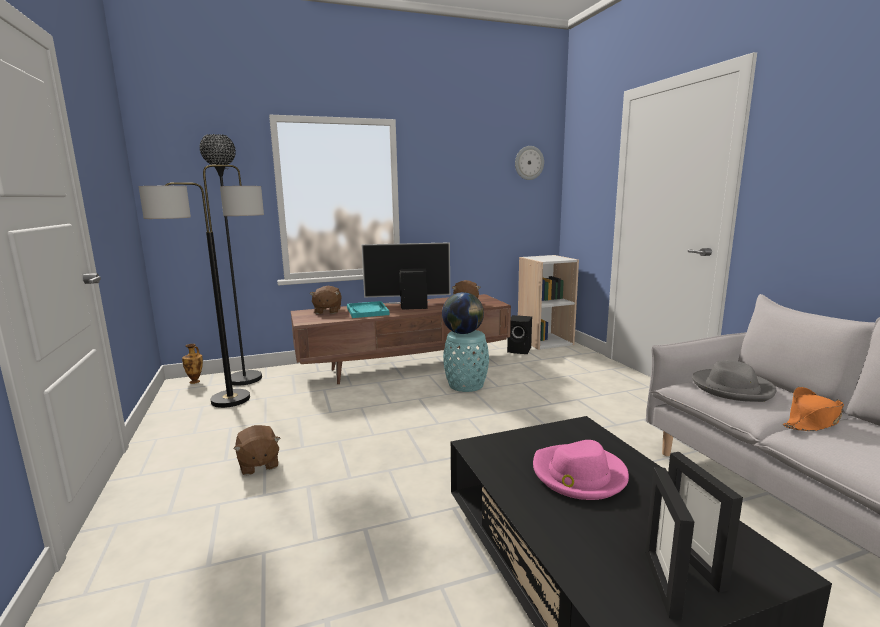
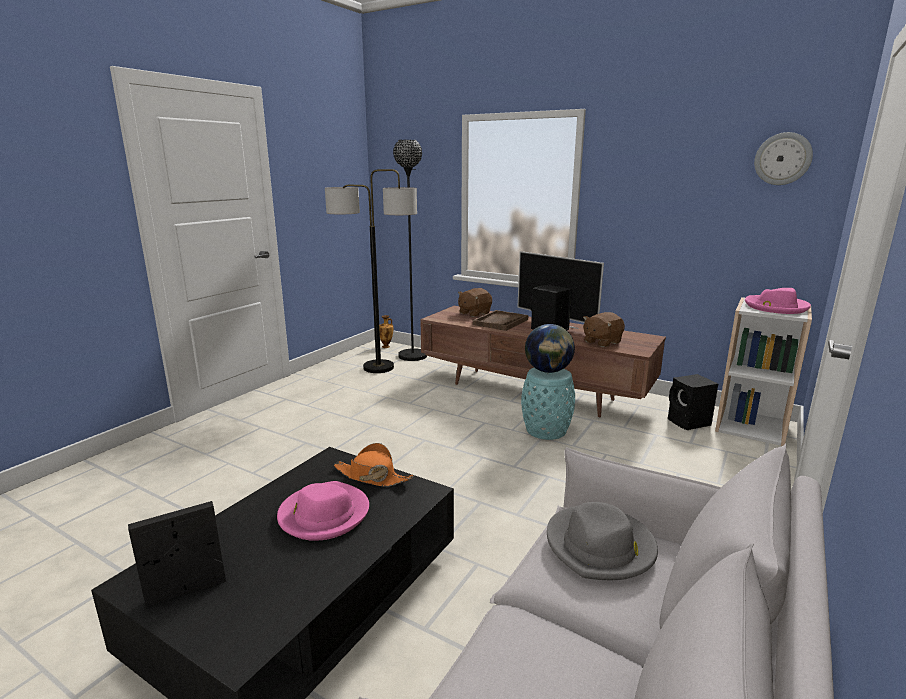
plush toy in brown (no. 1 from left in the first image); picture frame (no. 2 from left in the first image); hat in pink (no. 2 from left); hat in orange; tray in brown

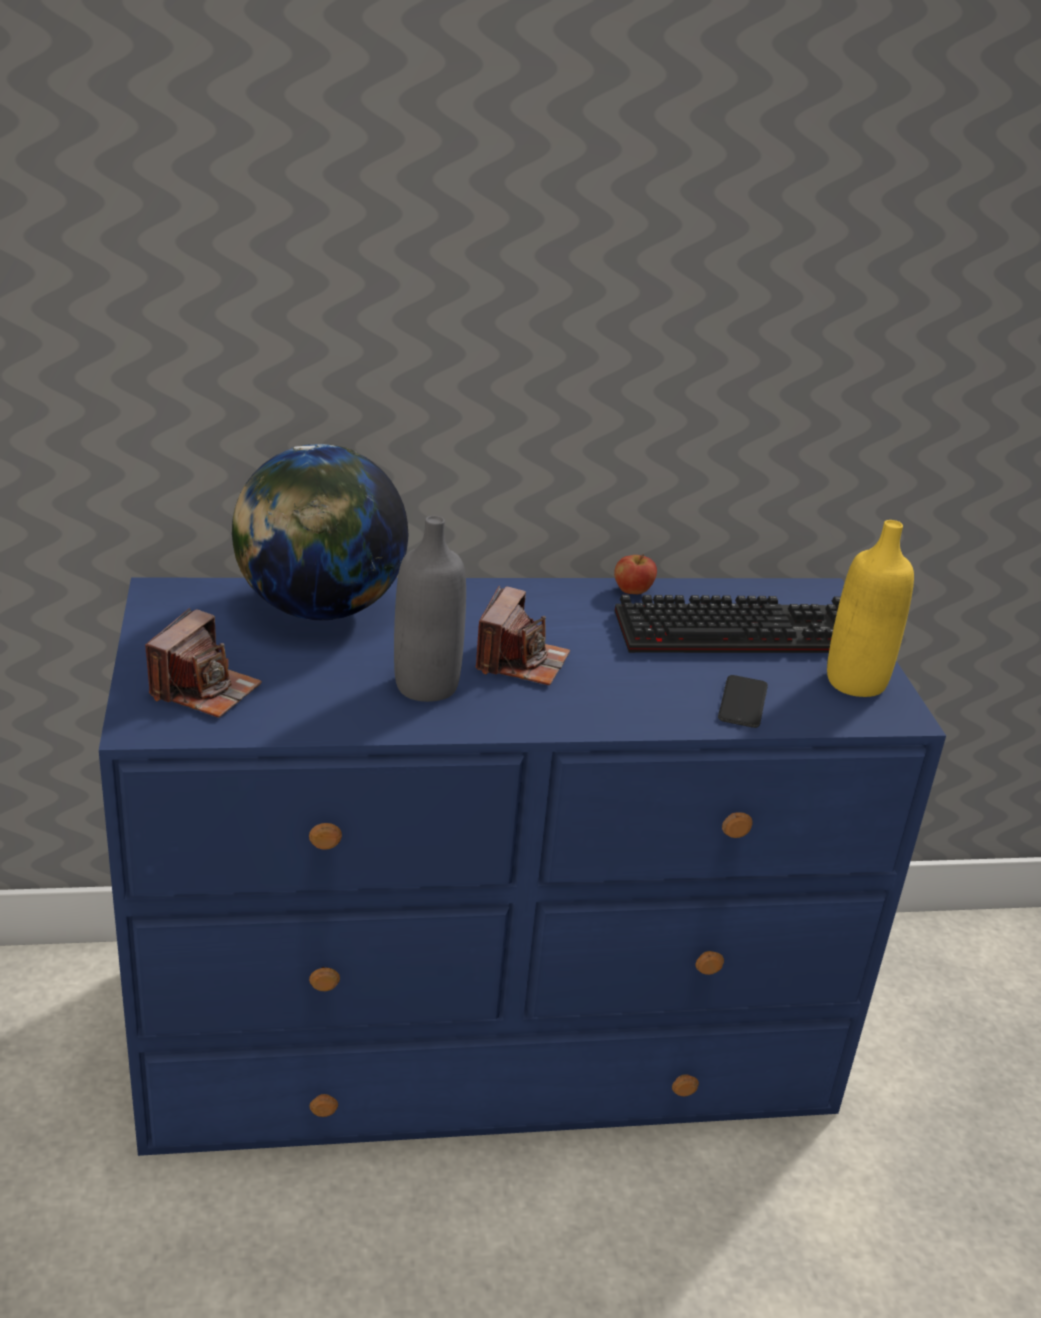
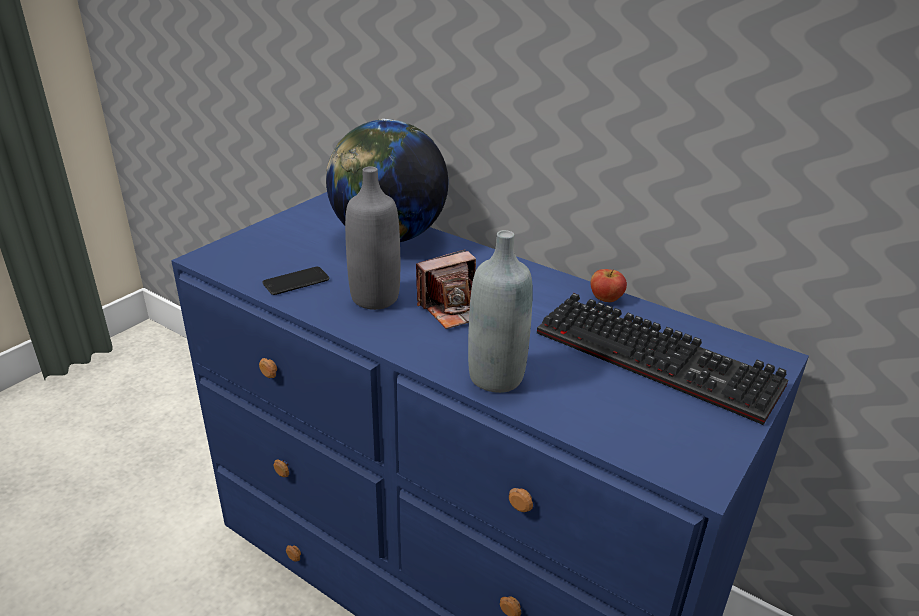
photo camera (no. 1 from left in the first image); bottle in yellow; bottle in grey (no. 2 from left); phone

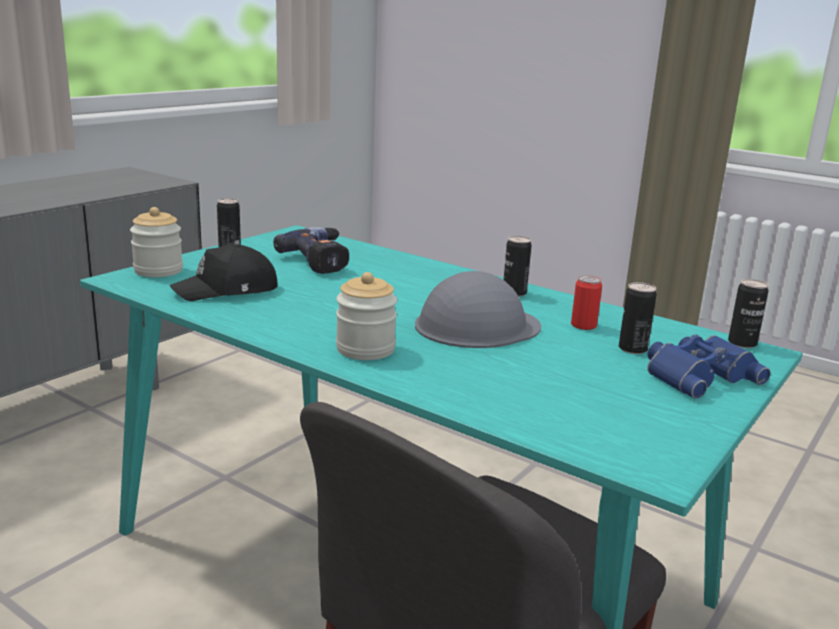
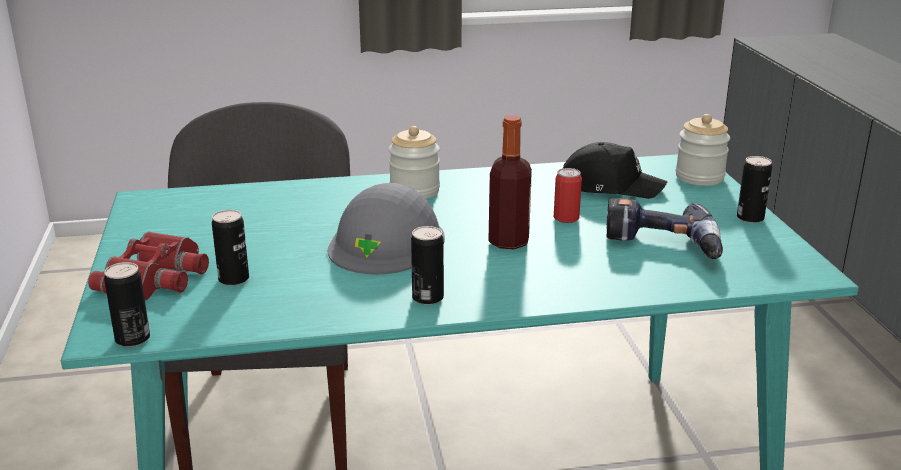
bottle; can (no. 4 from left); binoculars in red; cap in black

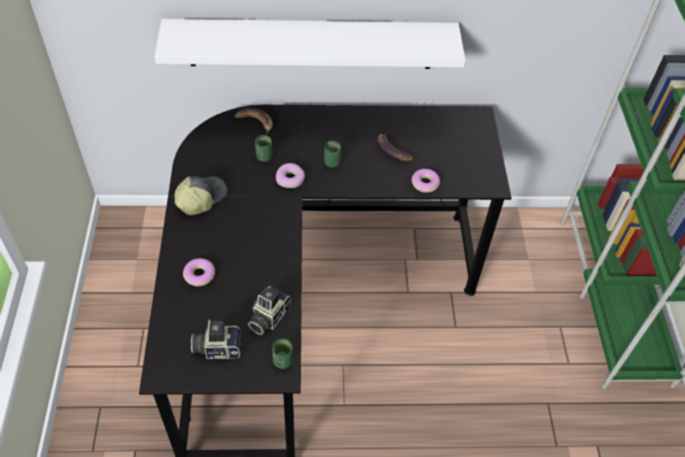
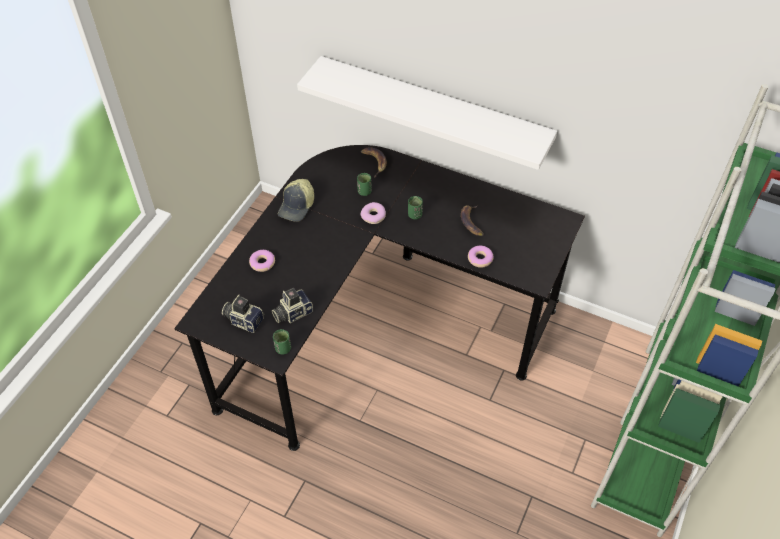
cap

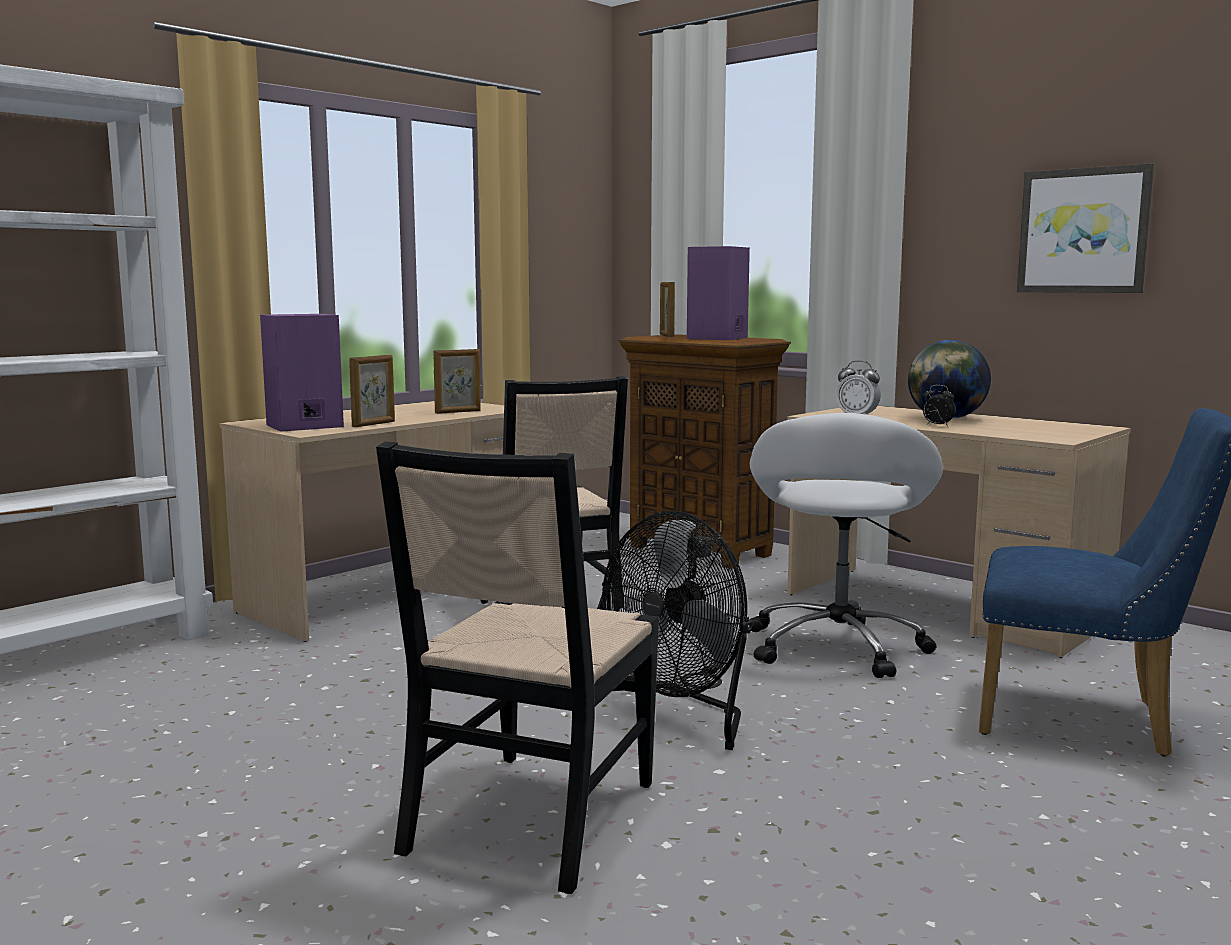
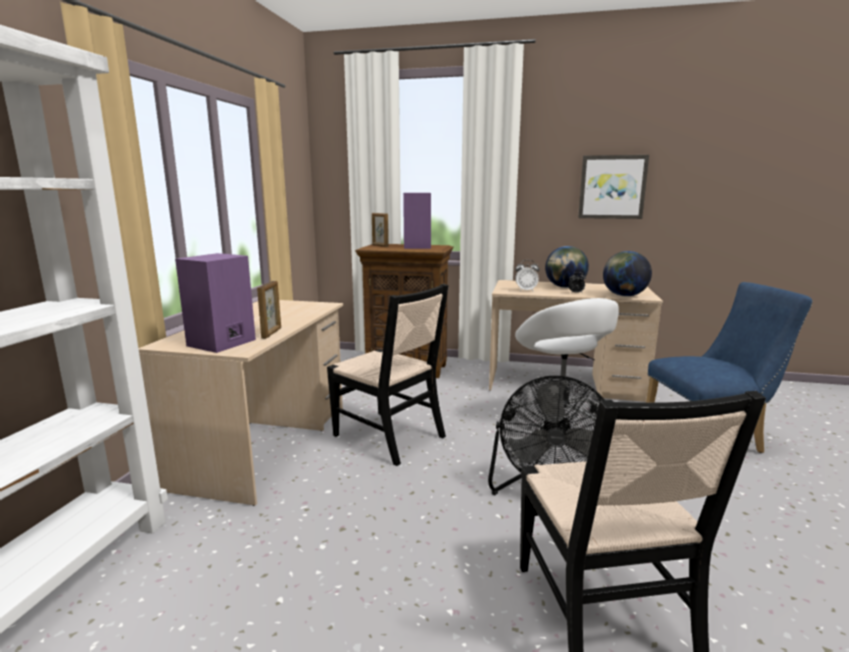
picture frame (no. 2 from left in the first image); globe (no. 2 from left)

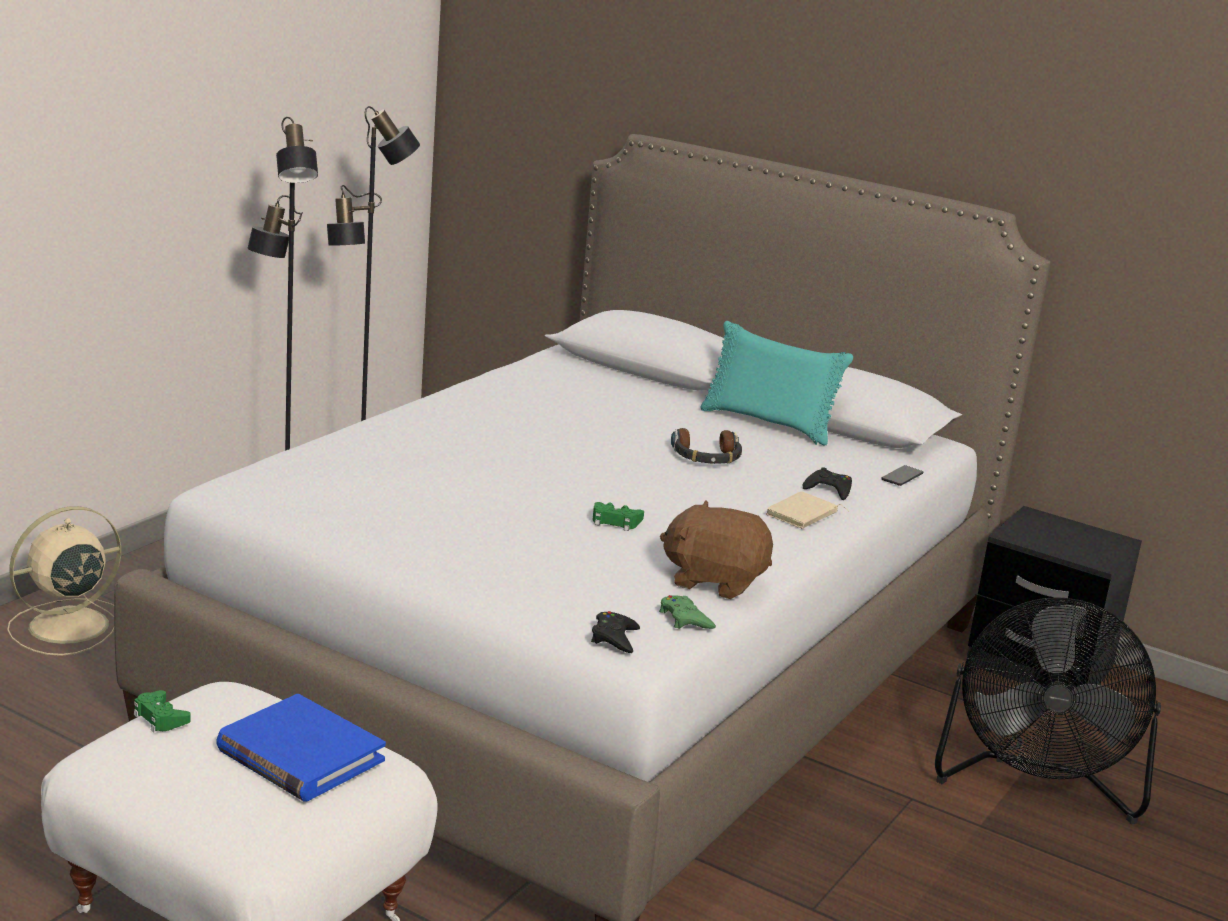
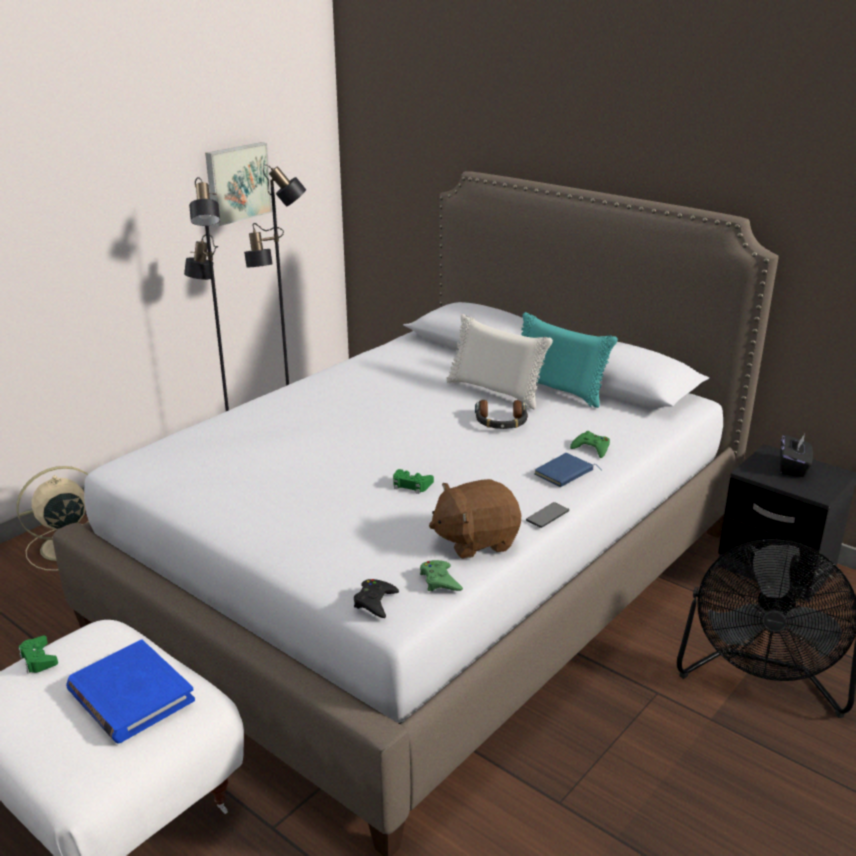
picture; pillow in white; tissue box in black; phone; book in blue (no. 2 from left); game controller in green (no. 4 from left); plush toy in brown

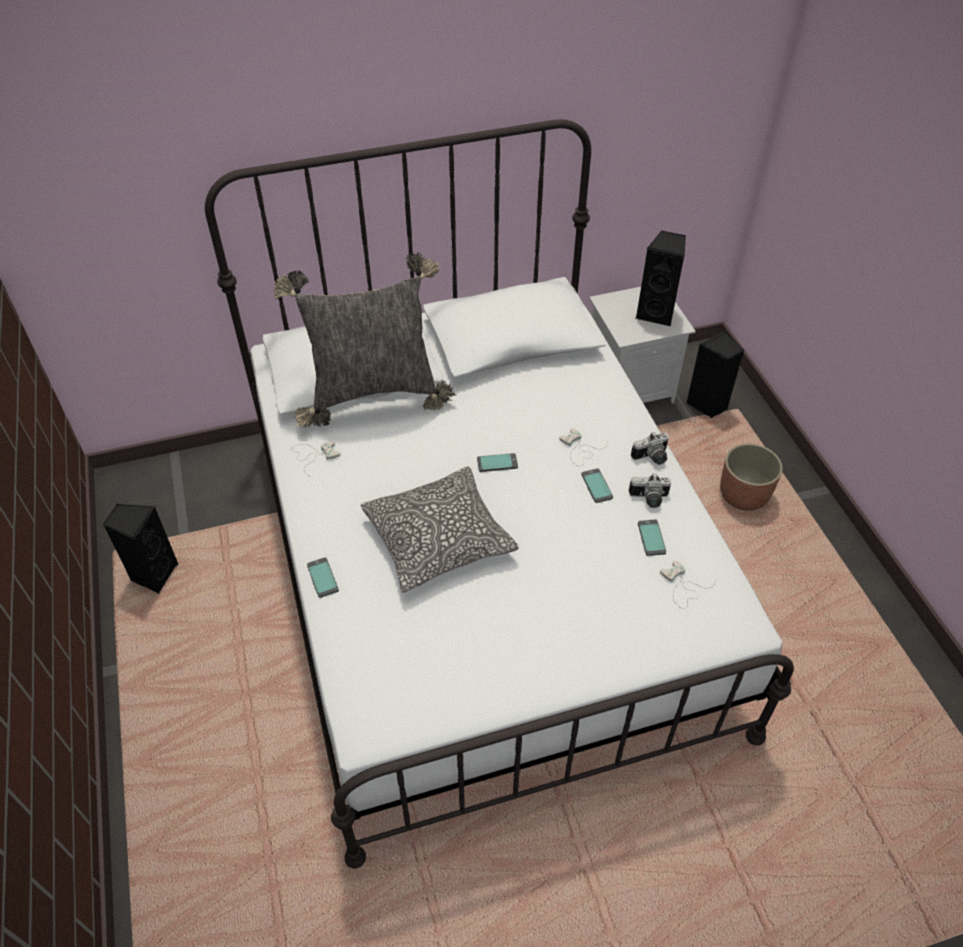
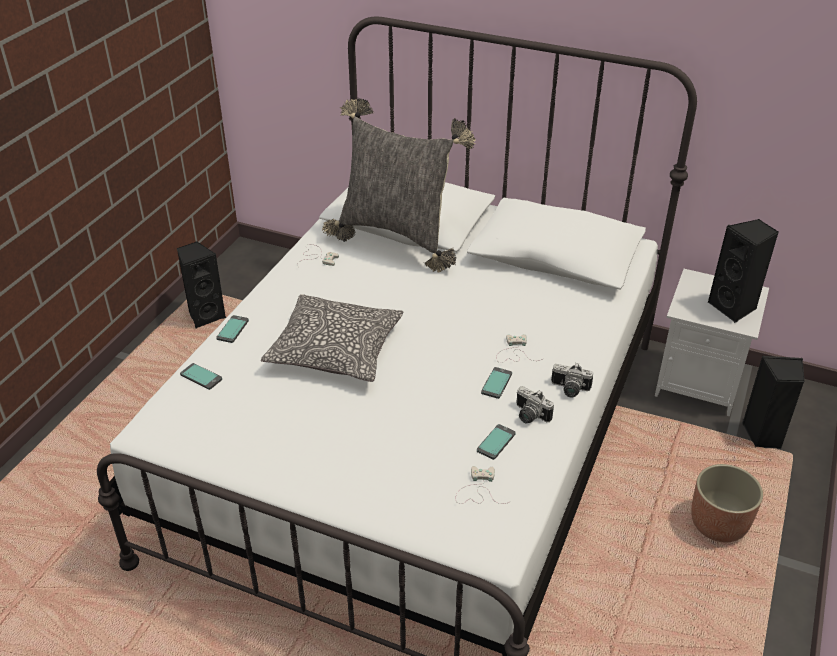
phone (no. 1 from left)

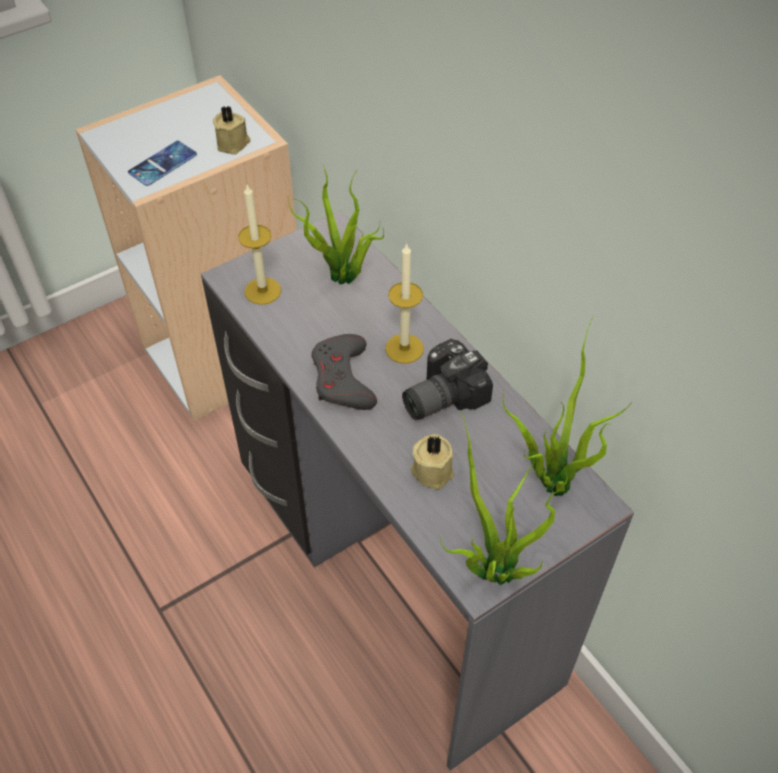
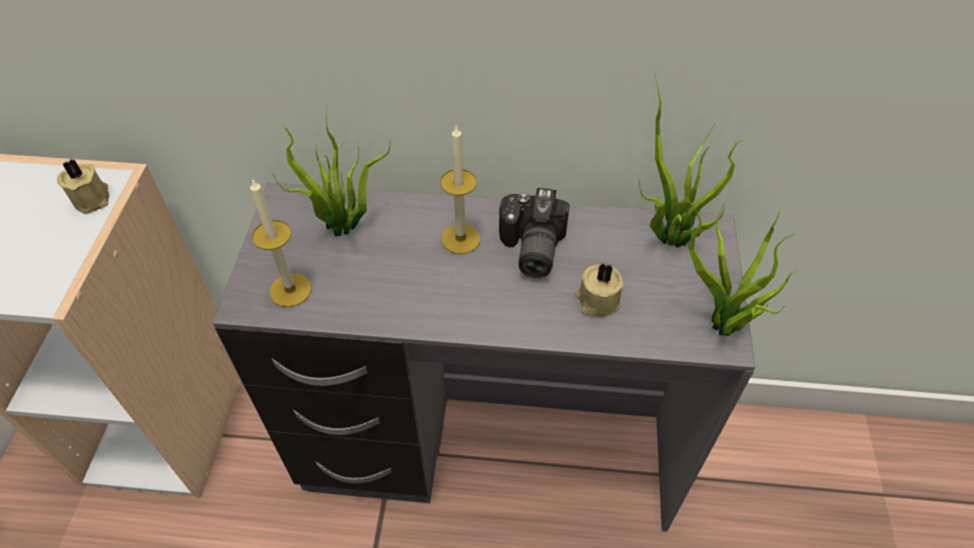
phone; game controller in grey

